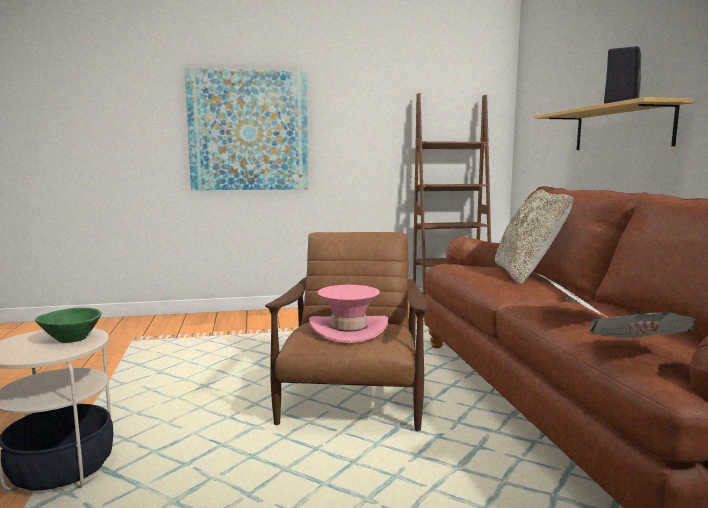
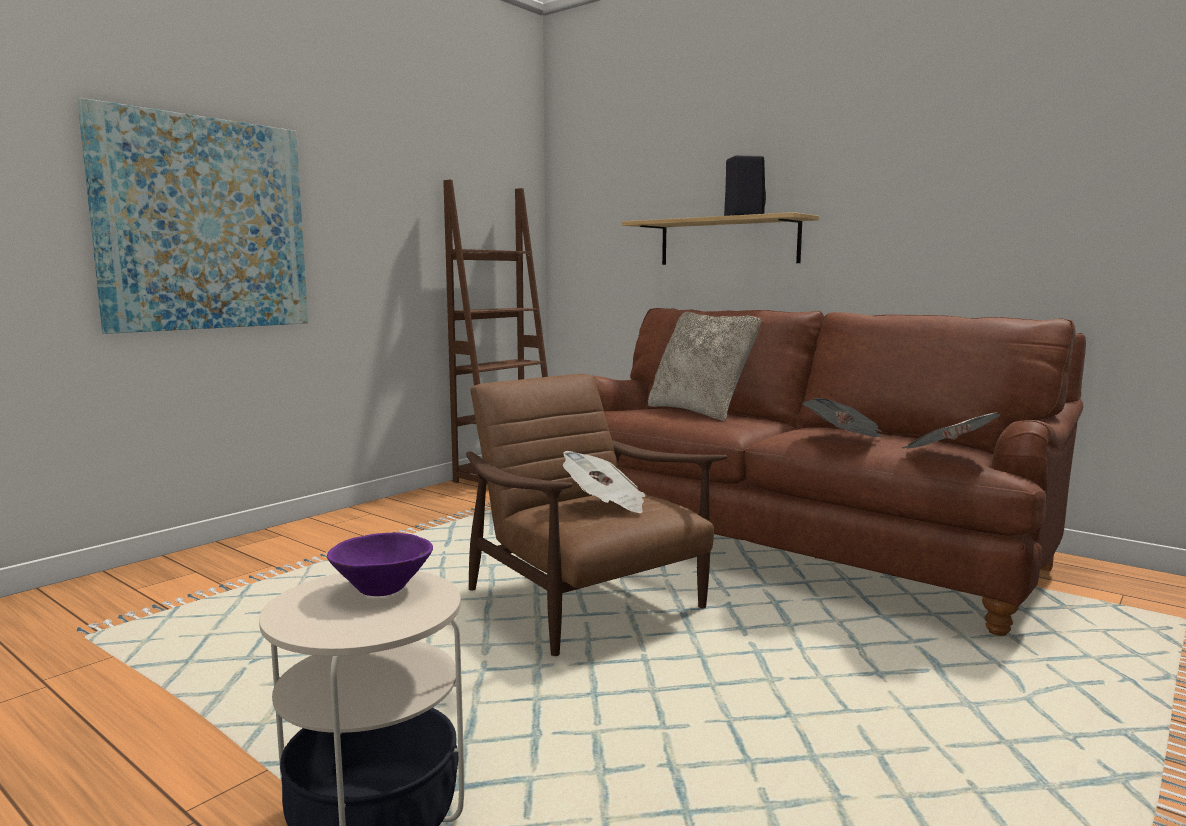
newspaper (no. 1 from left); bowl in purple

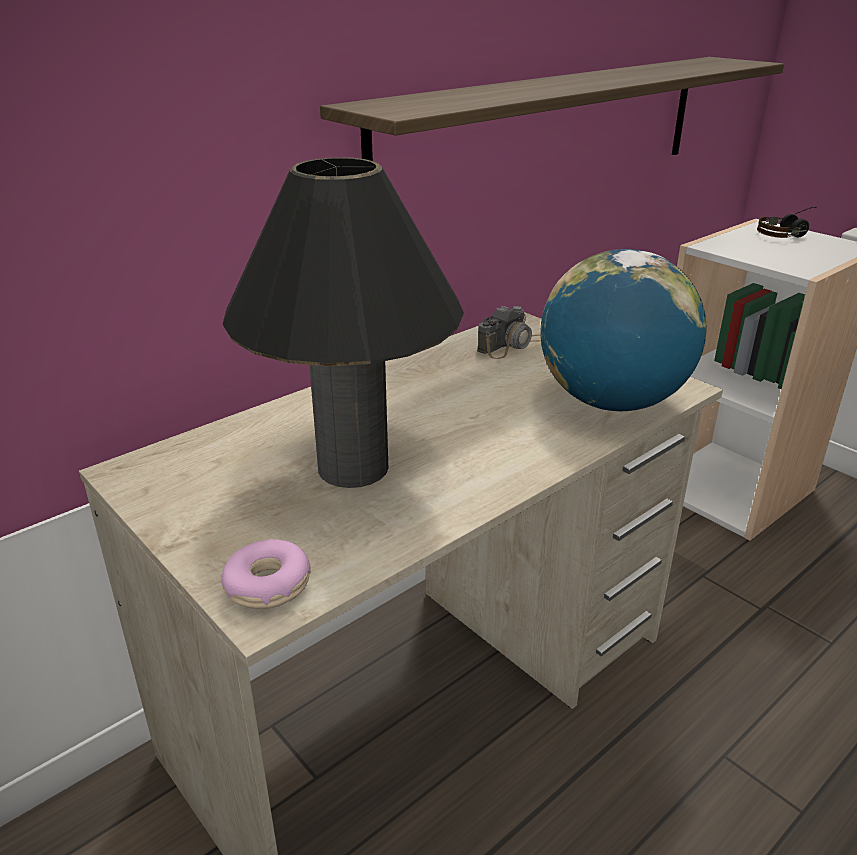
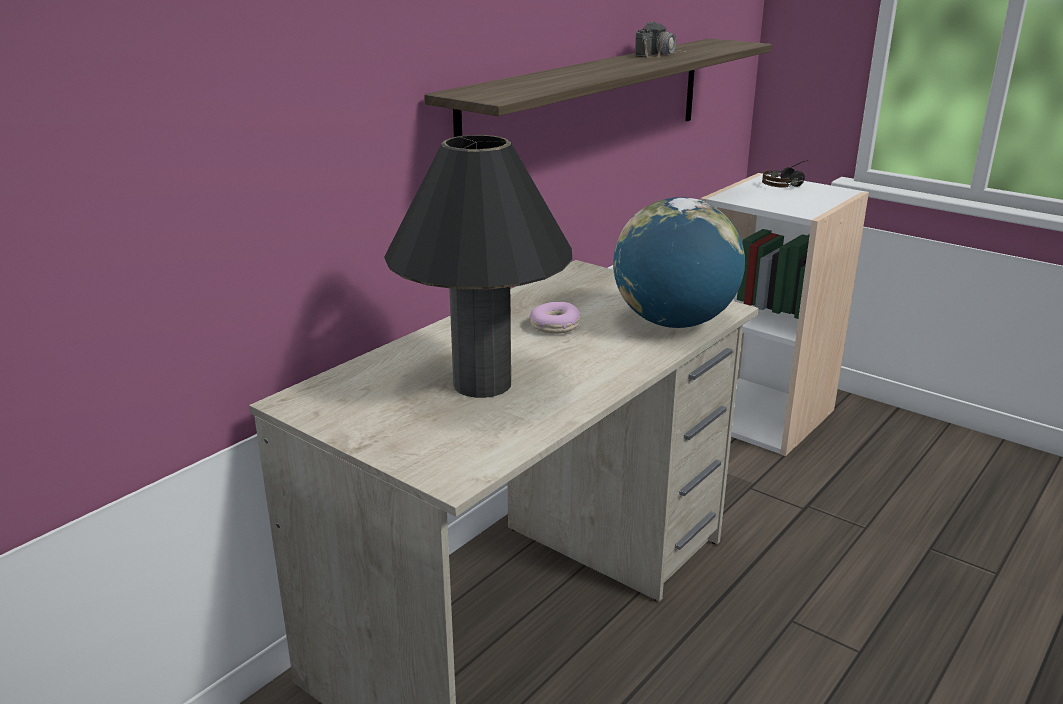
donut; photo camera

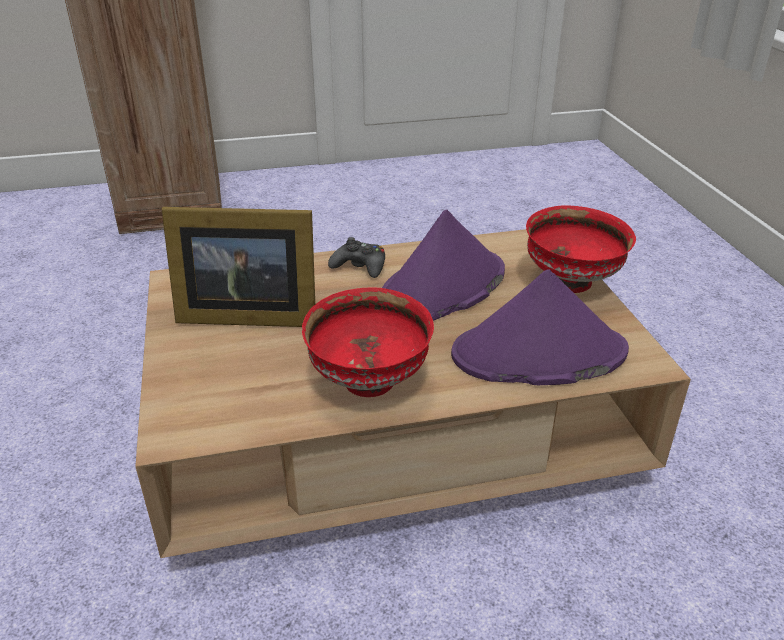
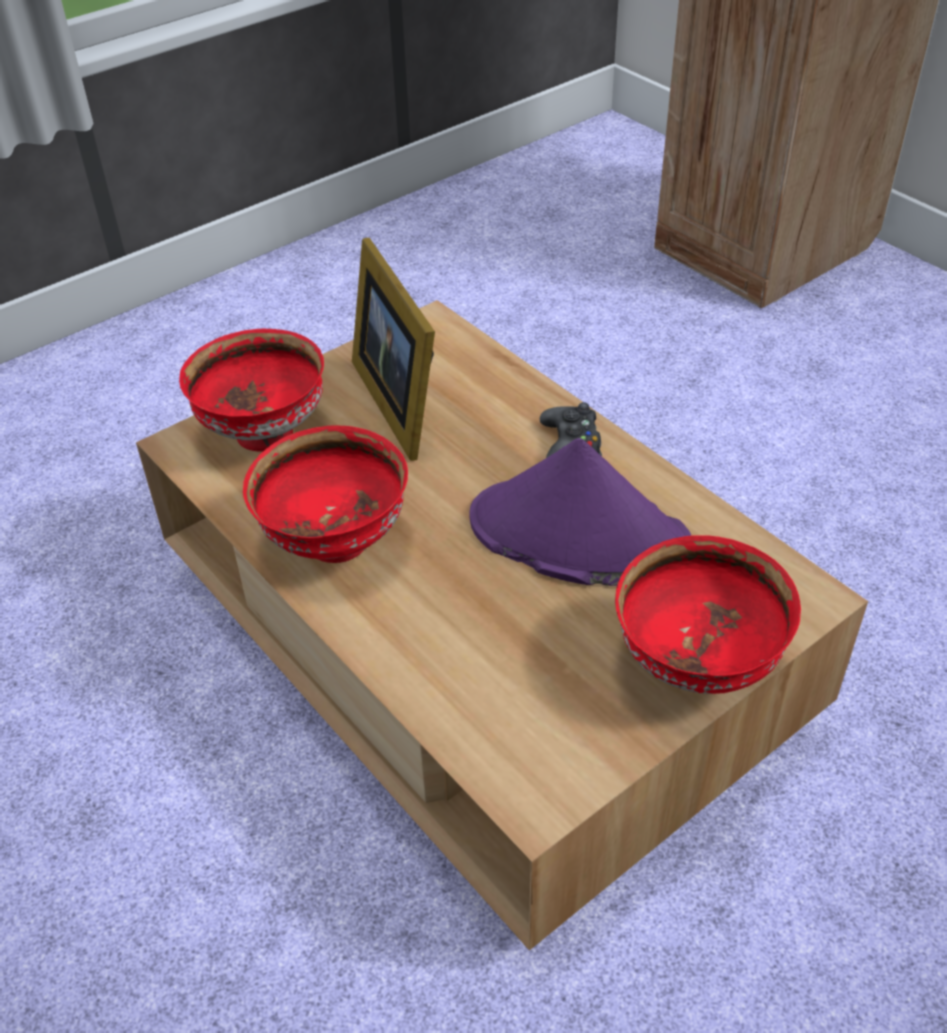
hat in purple (no. 2 from left in the first image); bowl in red (no. 1 from left)

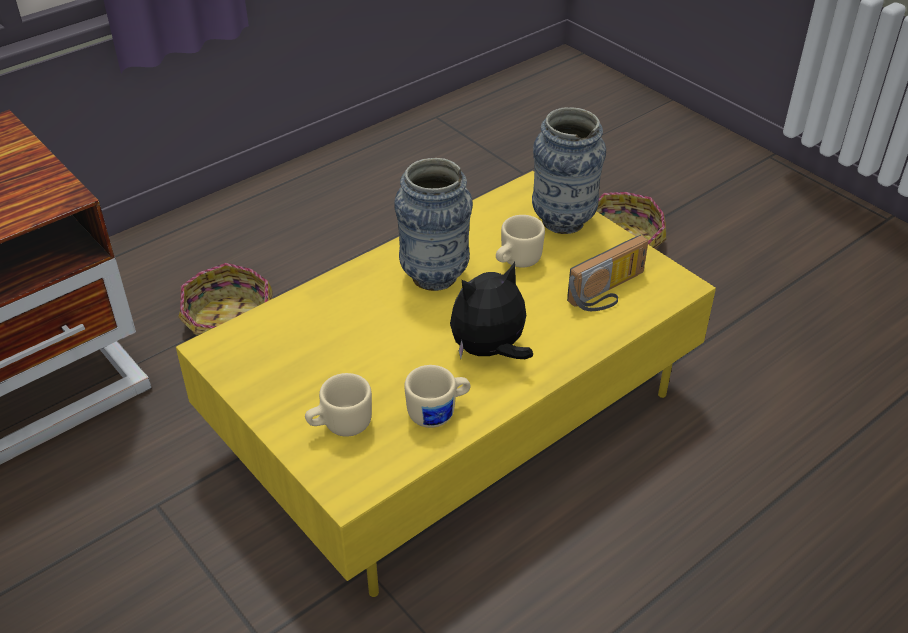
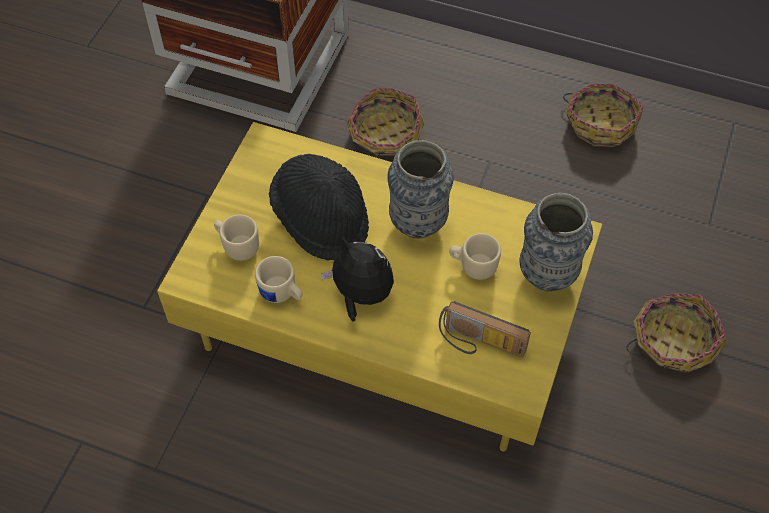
hat in black; basket (no. 2 from left)

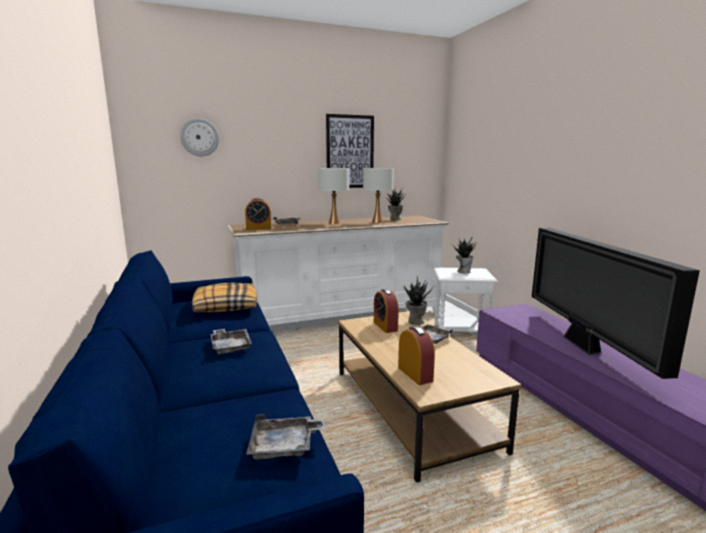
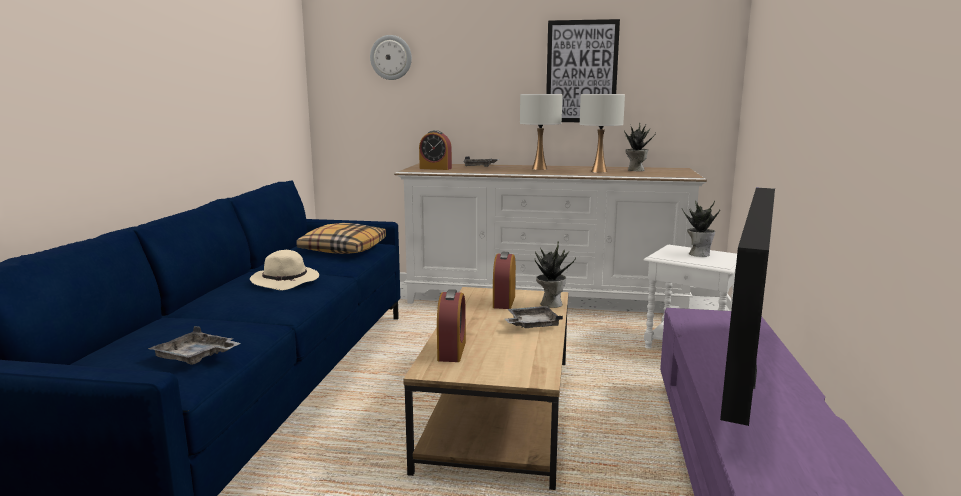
hat in beige

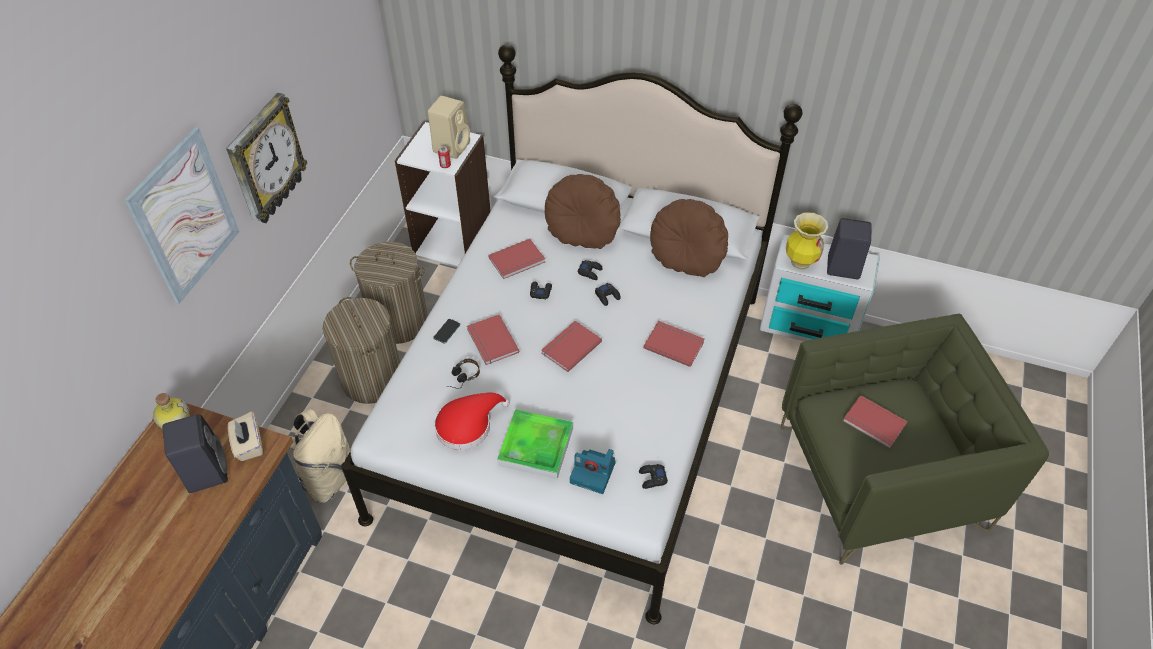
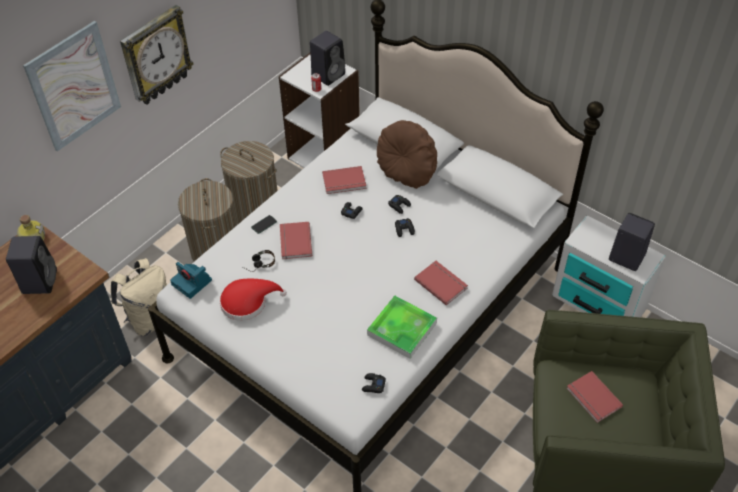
tissue box in beige; book in red (no. 3 from left in the first image); pillow in brown (no. 2 from left in the first image); vase; tray; photo camera; speaker in black (no. 2 from left)

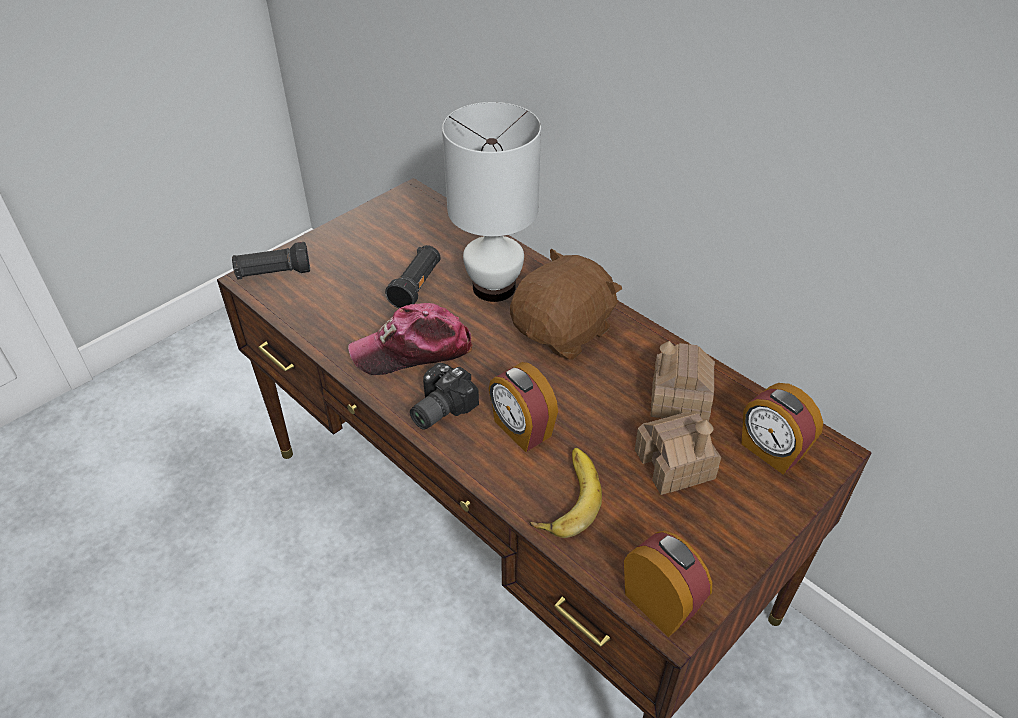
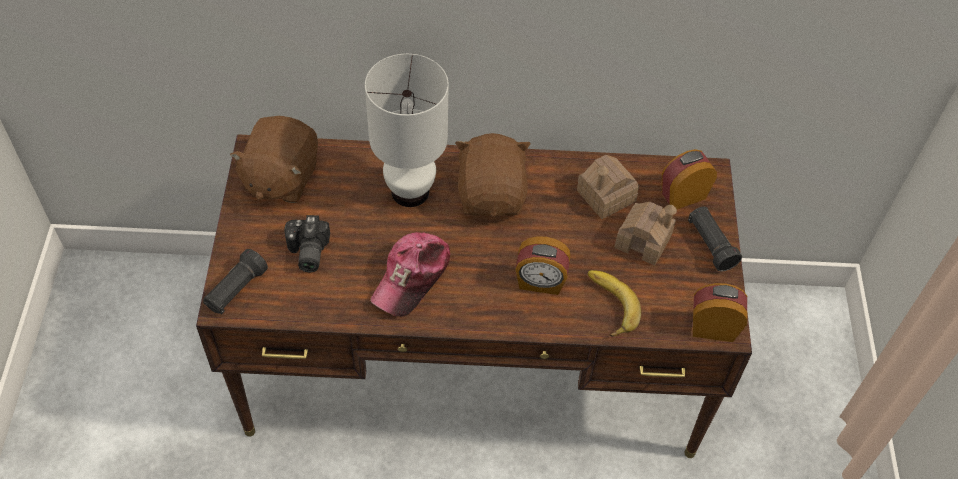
plush toy in brown (no. 1 from left); flashlight in black (no. 2 from left); photo camera; alarm clock (no. 2 from left)

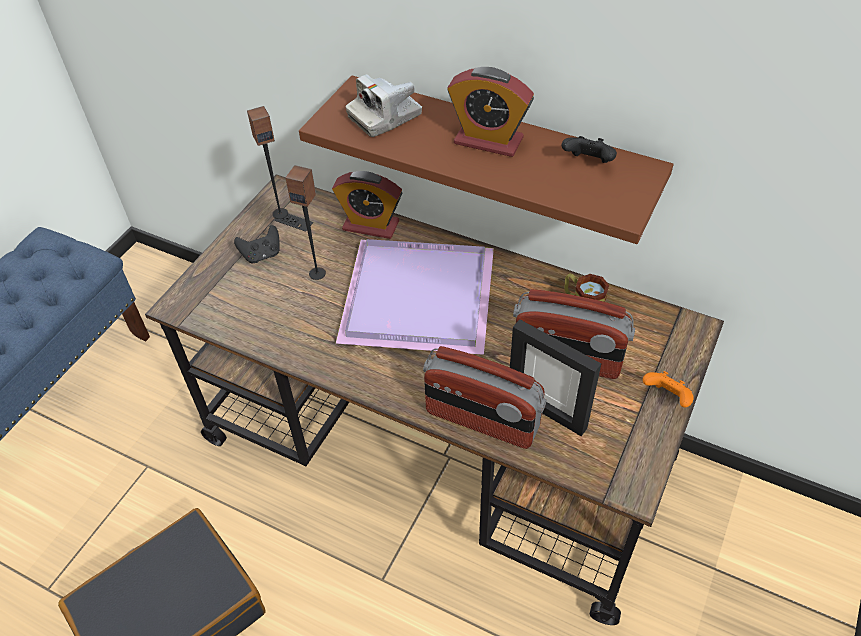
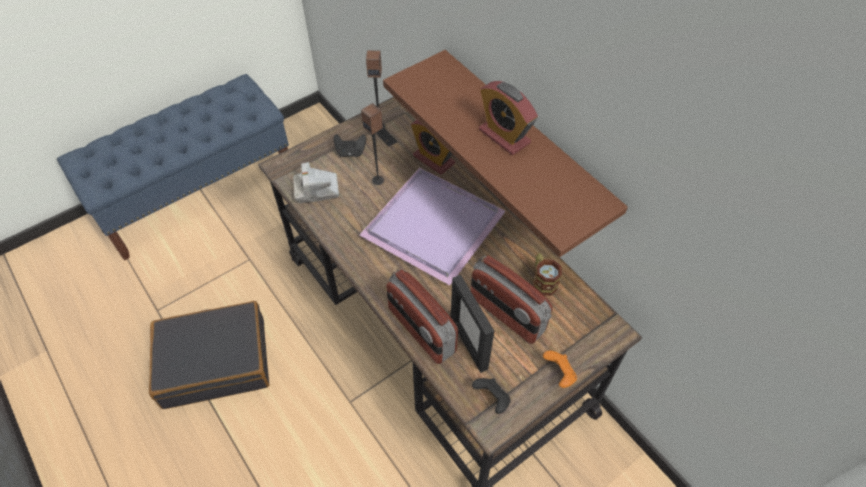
photo camera; game controller in black (no. 2 from left)

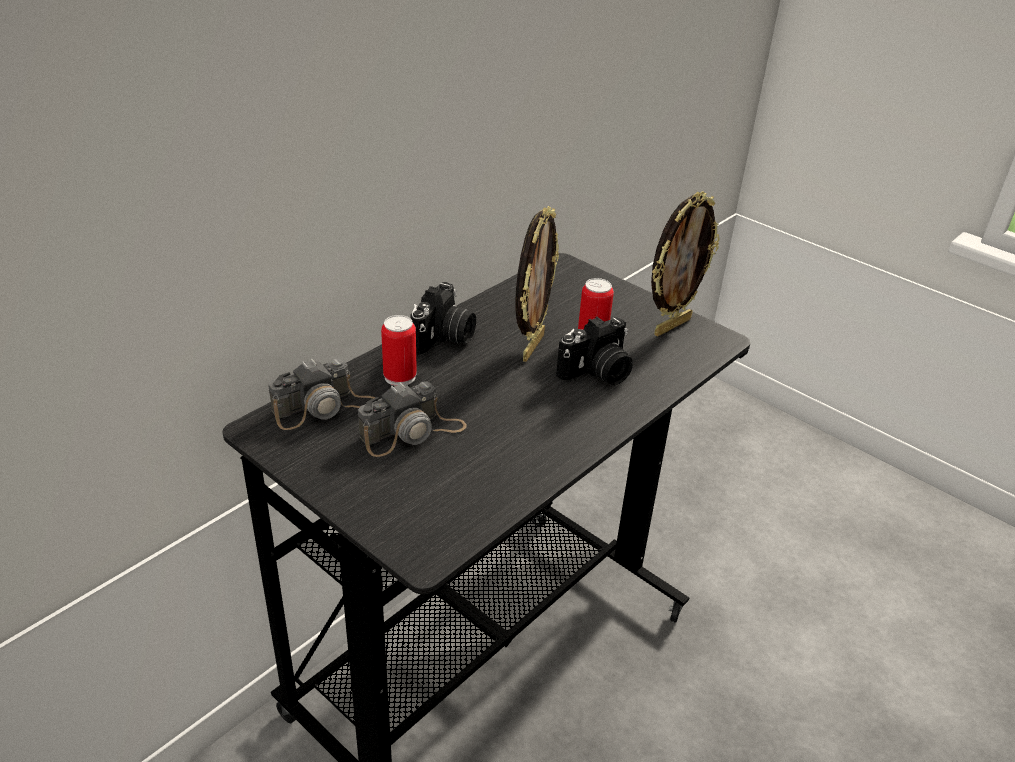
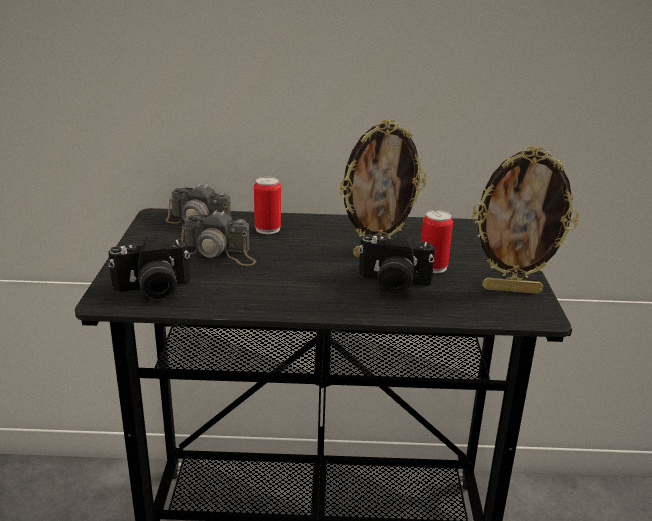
photo camera (no. 1 from left)

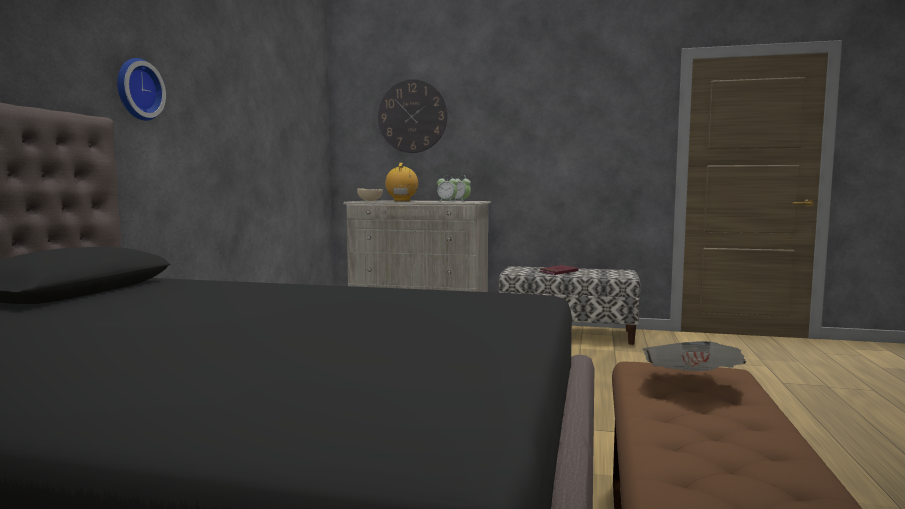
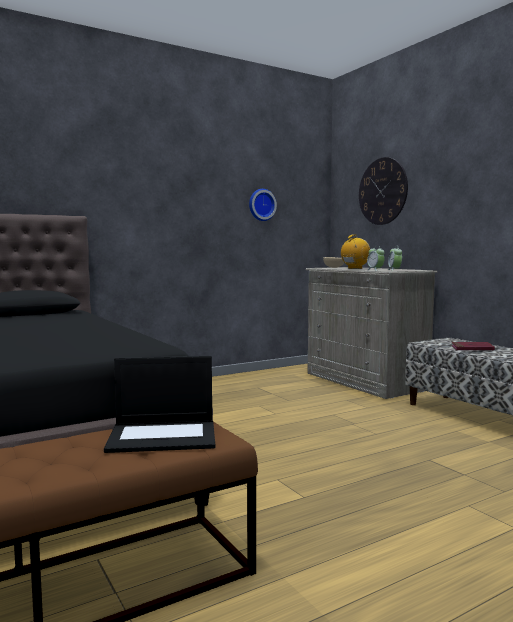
wall clock (no. 1 from left); laptop

